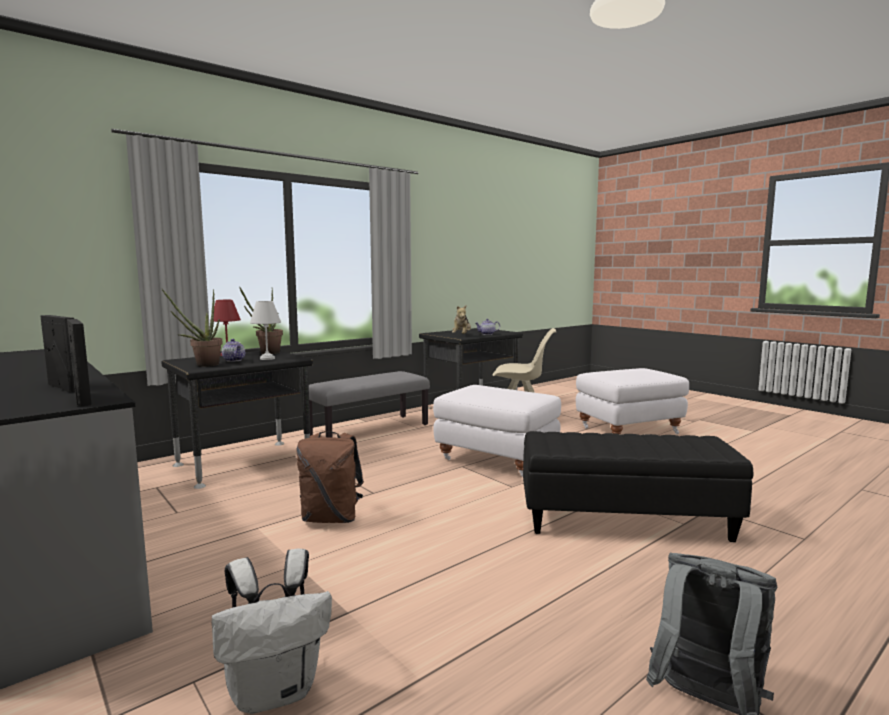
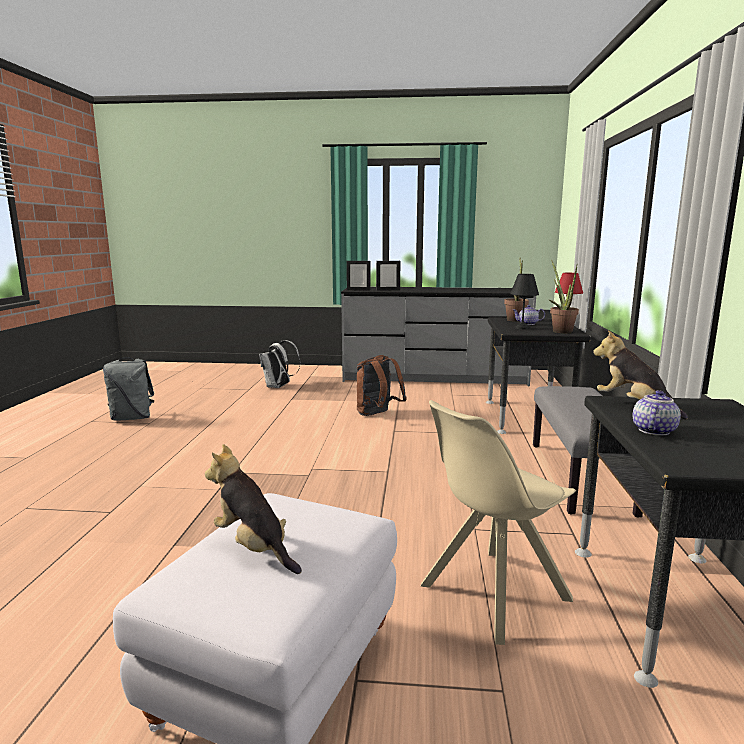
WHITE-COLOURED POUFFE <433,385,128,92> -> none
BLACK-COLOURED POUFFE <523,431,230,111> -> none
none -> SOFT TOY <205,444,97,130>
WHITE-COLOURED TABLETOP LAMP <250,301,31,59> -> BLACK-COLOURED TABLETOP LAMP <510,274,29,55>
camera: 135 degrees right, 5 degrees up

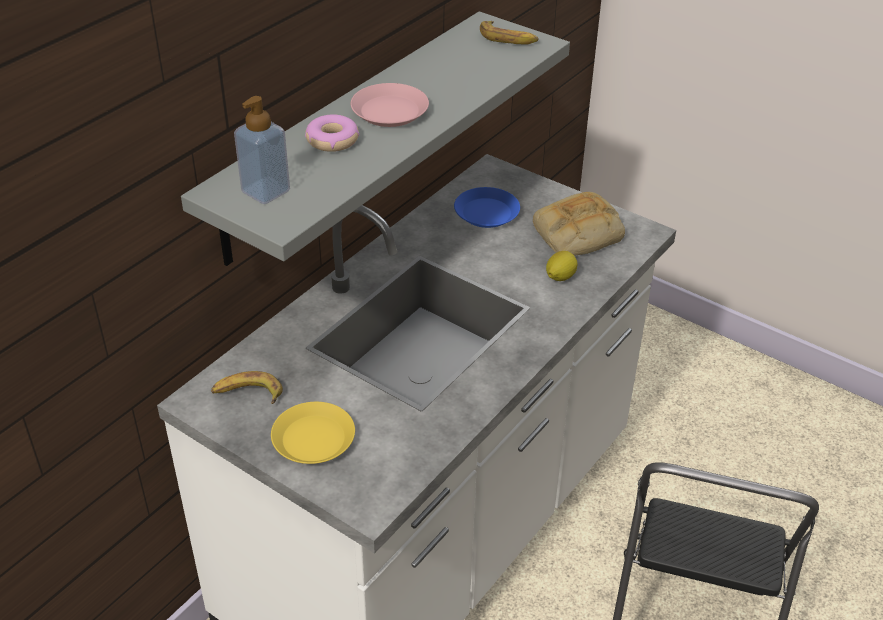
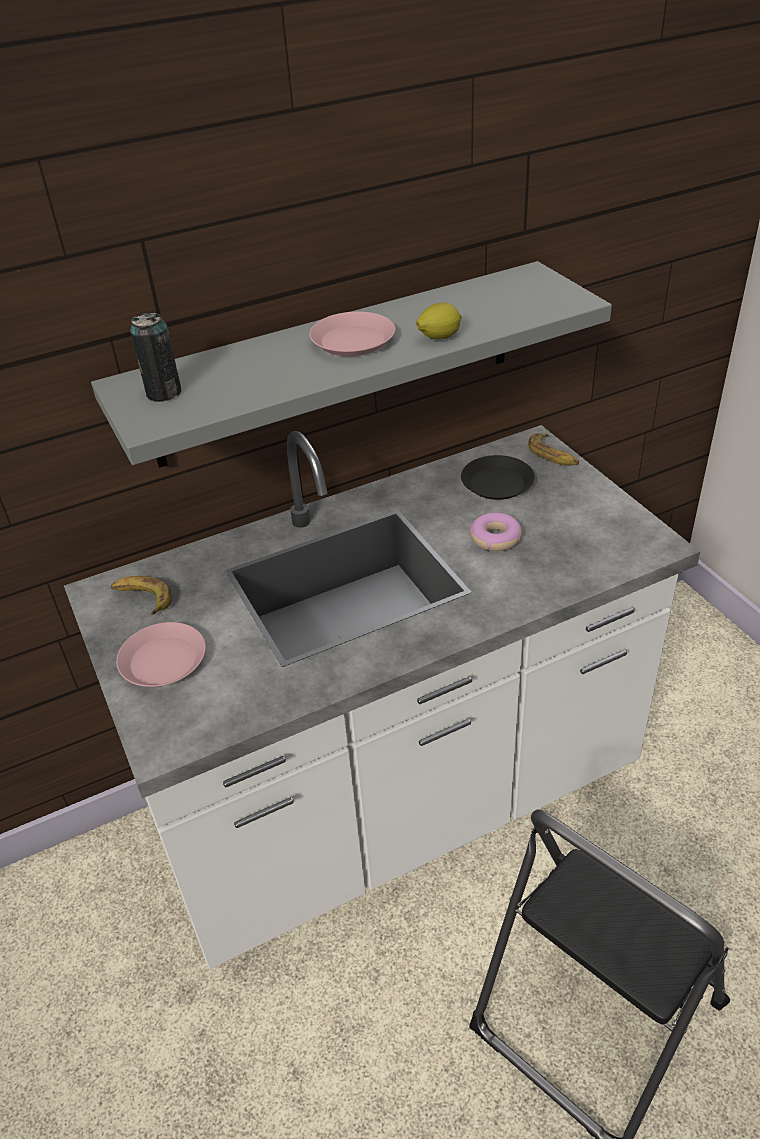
BAKED BREAD <533,192,92,64> -> none
DONUT <305,114,54,38> -> DONUT <470,513,52,38>, moved
WHOLE BANANA <480,21,59,24> -> WHOLE BANANA <528,433,51,33>, moved
LEMON <546,251,32,30> -> LEMON <416,303,46,36>, moved
SOAP DISPENSER <234,96,56,108> -> SEALED CAN <130,313,51,89>
YELLOW-COLOURED FLAT DISH <271,402,84,62> -> PINK-COLOURED FLAT DISH <116,622,90,65>
BLUE FLAT DISH <454,187,66,41> -> BLACK-COLOURED FLAT DISH <461,455,74,45>
camera: 30 degrees right, 0 degrees up

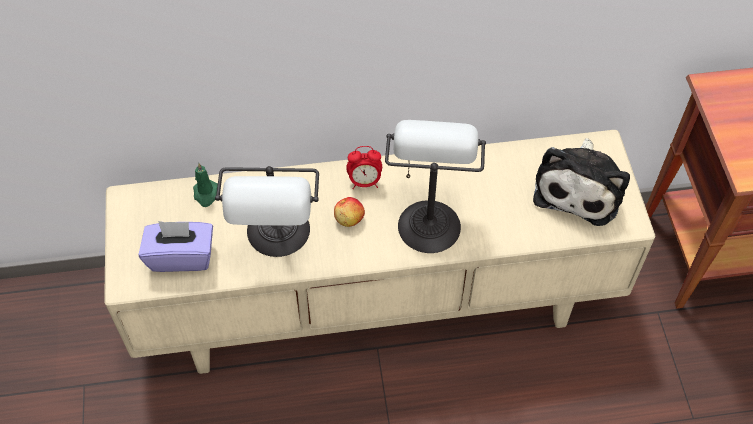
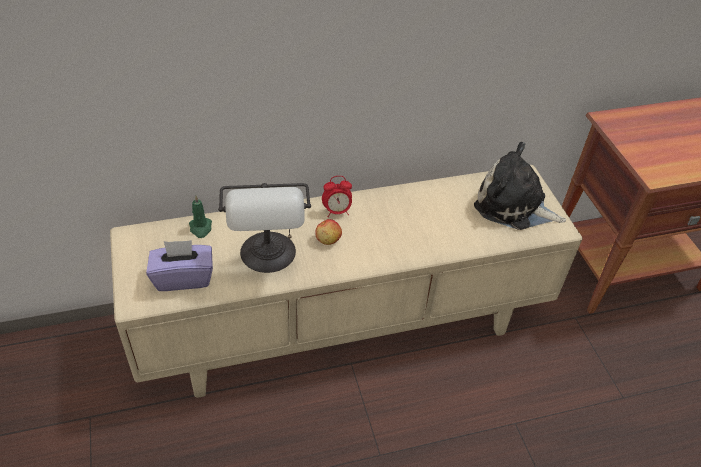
TABLETOP LAMP <385,120,101,133> -> none
SOFT TOY <533,138,97,88> -> SOFT TOY <474,142,92,88>, 105 degrees clockwise
camera: 10 degrees left, 10 degrees down

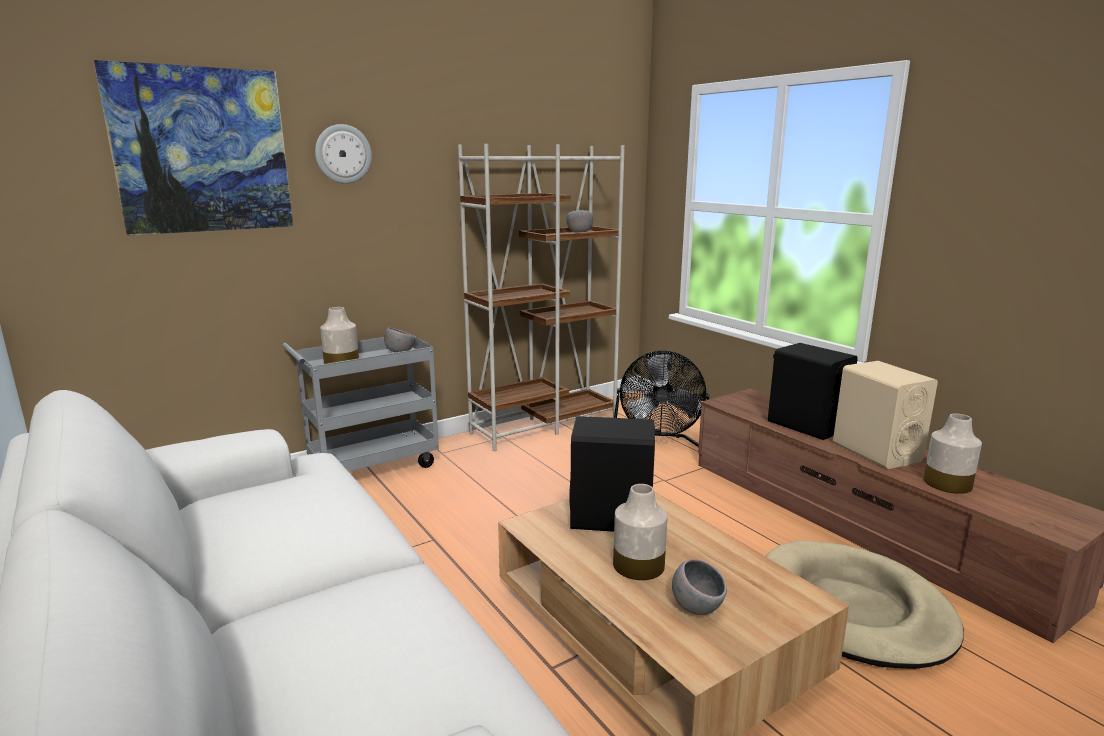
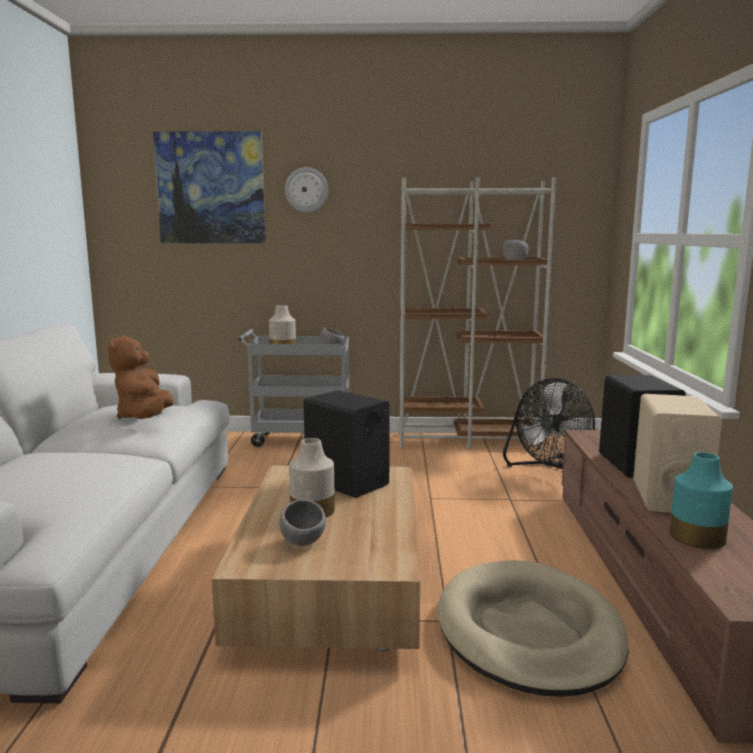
none -> BROWNISH SOFT TOY <107,335,67,84>
BEIGE FLOWER VASE <923,414,59,80> -> TURQUOISE FLOWER VASE <669,452,64,97>
camera: 35 degrees right, 5 degrees down

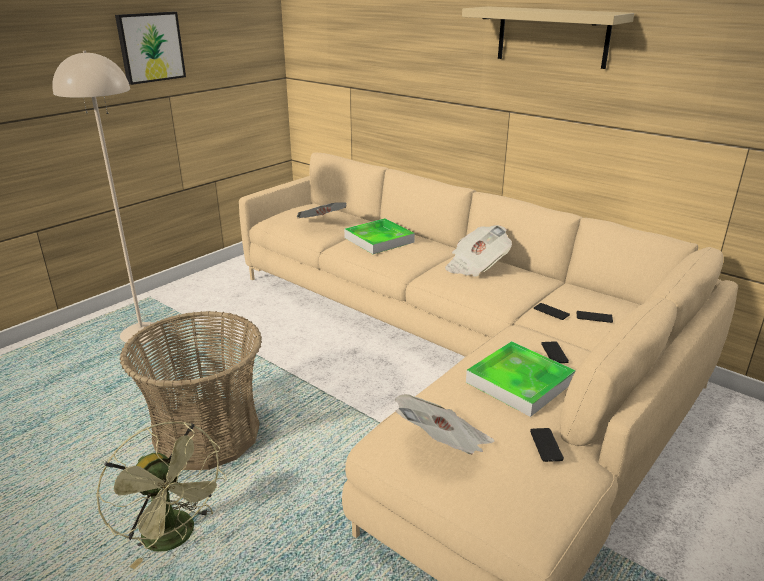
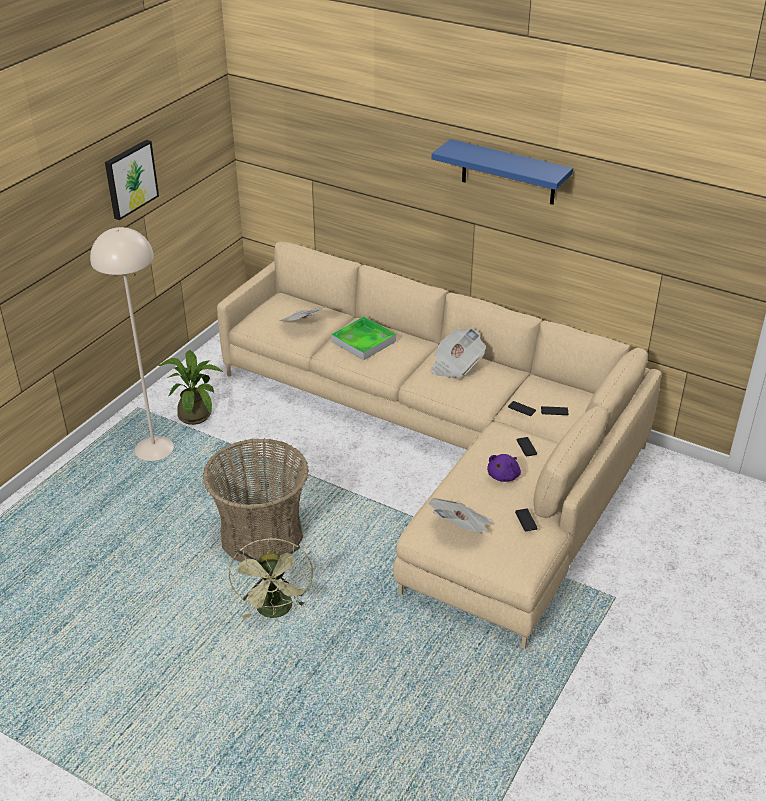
none -> POTTED PLANT <159,350,64,75>
SERVING TRAY <466,341,110,76> -> PURPLE SOFT TOY <487,454,34,28>
BEIGE BRACKET SHELF <462,6,172,63> -> BLUE BRACKET SHELF <432,139,141,66>
GREEN FAN <96,422,131,147> -> GREEN FAN <228,538,85,81>, 45 degrees clockwise
camera: 10 degrees left, 10 degrees up

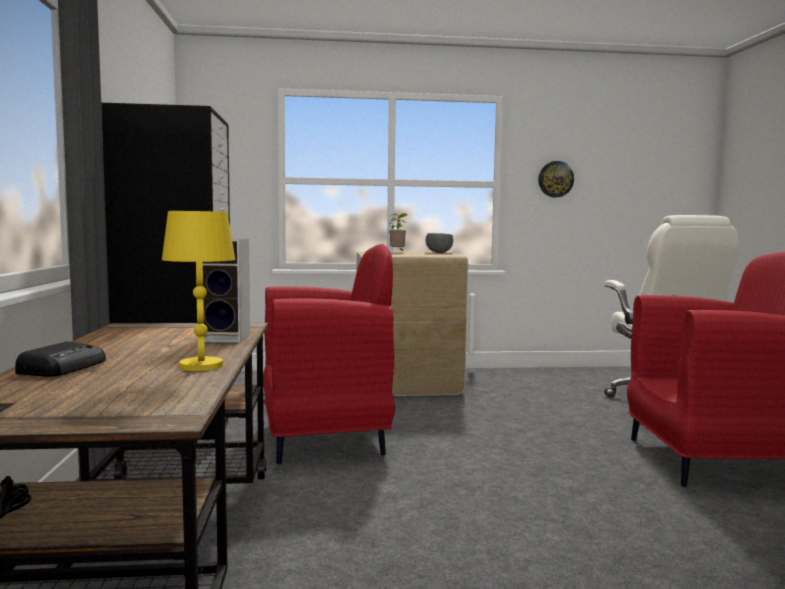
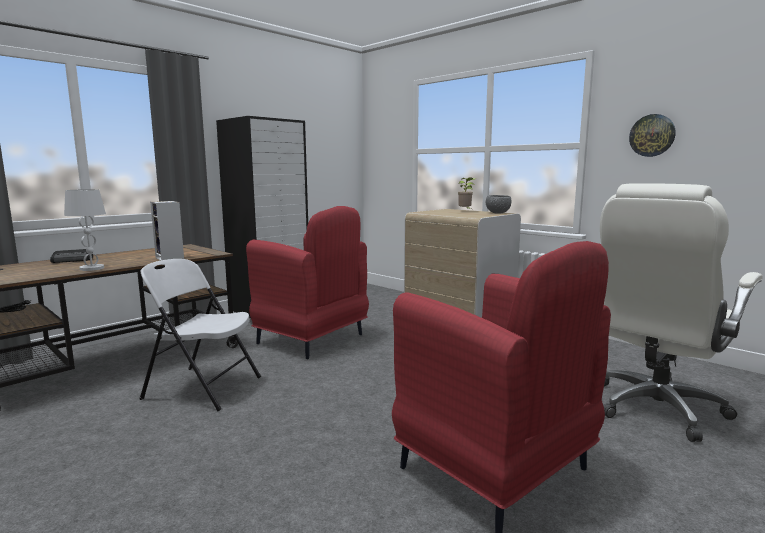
none -> WHITE-COLOURED PLAIN CHAIR <140,259,121,152>
YELLOW-COLOURED TABLETOP LAMP <162,211,73,160> -> WHITE-COLOURED TABLETOP LAMP <64,189,42,82>
camera: 50 degrees right, 5 degrees up

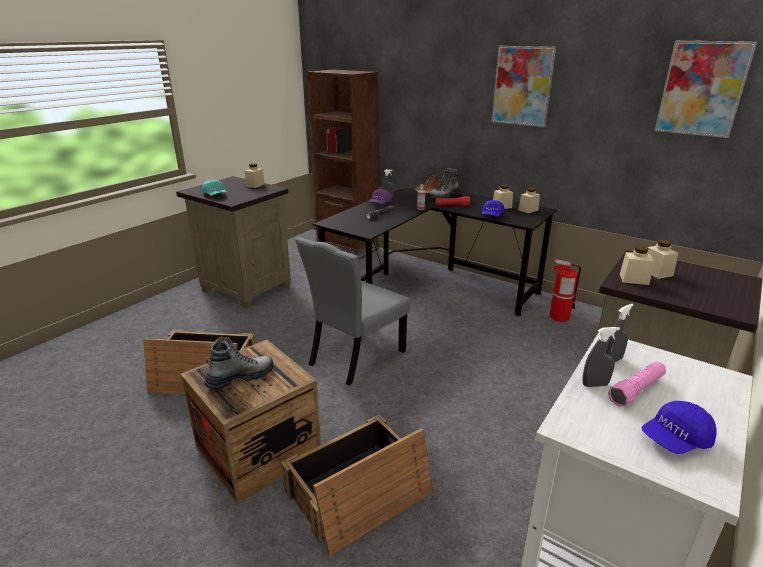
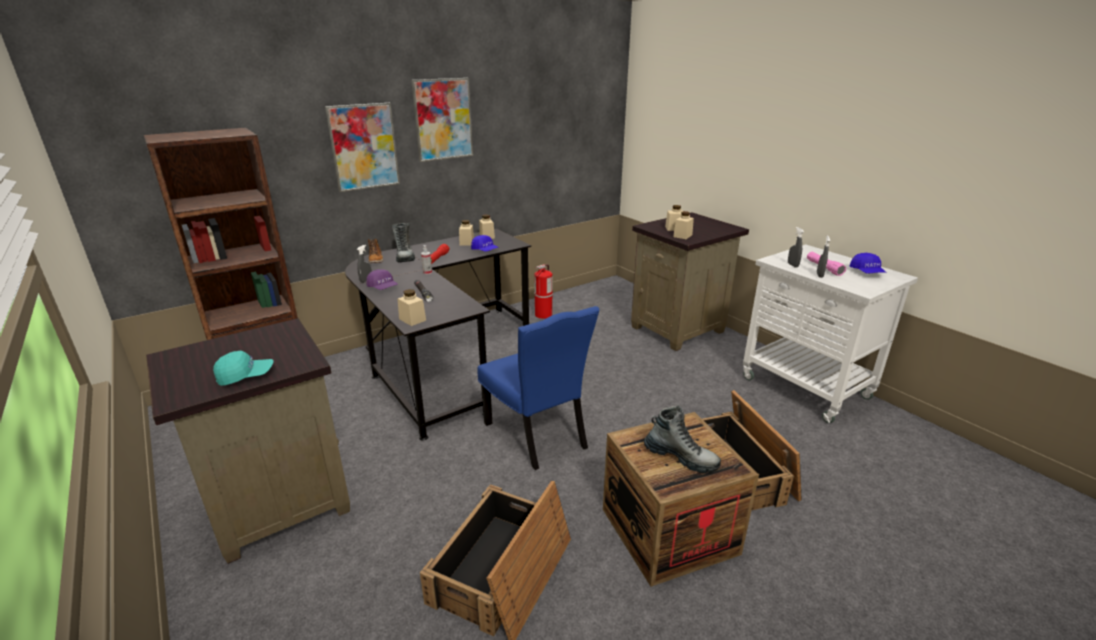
BEIGE STORAGE JAR <245,163,20,25> -> BEIGE STORAGE JAR <398,289,28,37>, moved
WALL PICTURE <654,41,103,97> -> WALL PICTURE <325,103,75,89>, moved
GRAY PLAIN CHAIR <295,237,115,148> -> BLUE PLAIN CHAIR <477,306,122,164>
HIGH-TOP BOOT <204,337,69,53> -> HIGH-TOP BOOT <644,405,77,68>, 135 degrees clockwise
camera: 70 degrees left, 0 degrees up

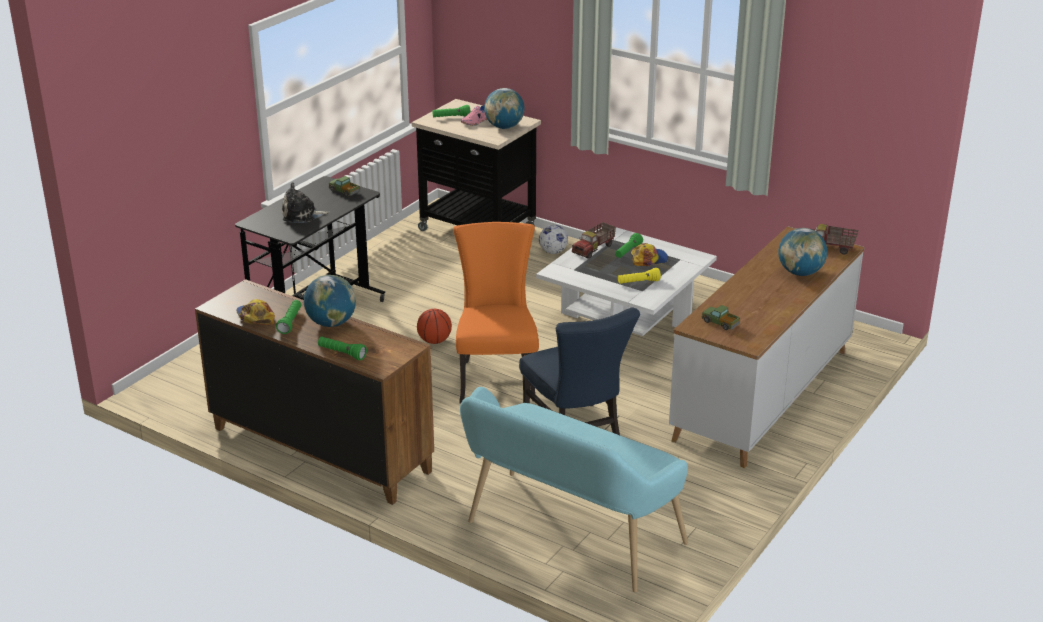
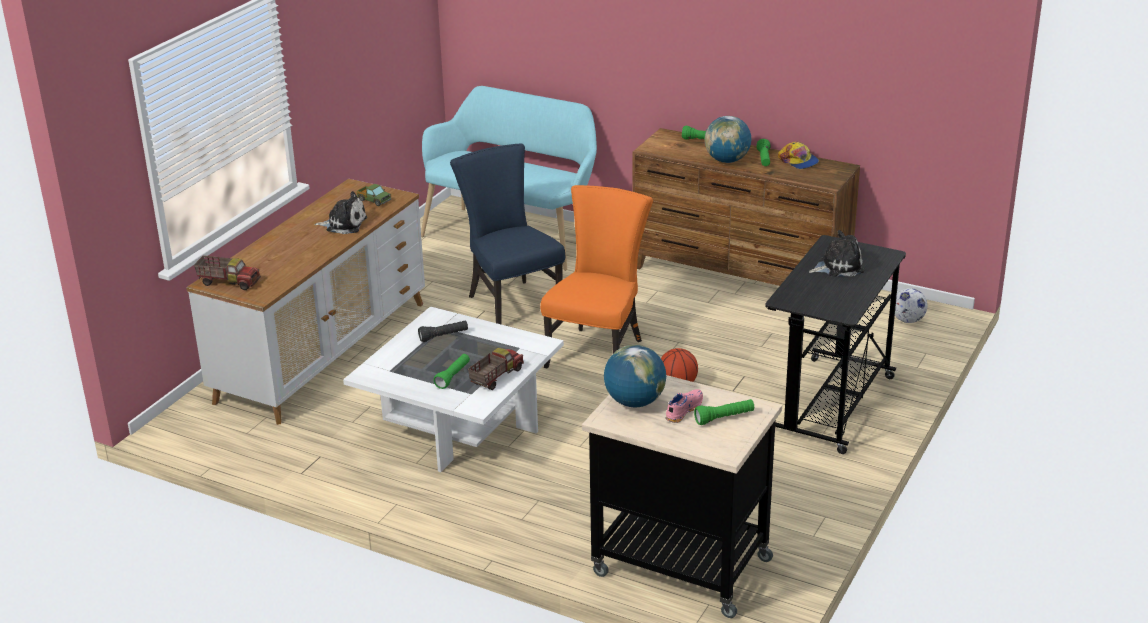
MODEL TRUCK <329,176,31,21> -> none
CAP <631,243,37,23> -> none
GLOBE <778,228,49,48> -> none
none -> SOFT TOY <314,191,53,43>
BALL FOR FOOTBALL <539,225,29,29> -> BALL FOR FOOTBALL <895,288,33,35>, moved
YELLOW-COLOURED TORCH <618,268,43,16> -> BLACK-COLOURED TORCH <418,321,50,21>
ORANGE-COLOURED PLAIN CHAIR <453,222,86,181> -> ORANGE-COLOURED PLAIN CHAIR <540,185,113,183>, 150 degrees counterclockwise
camera: 175 degrees right, 0 degrees up

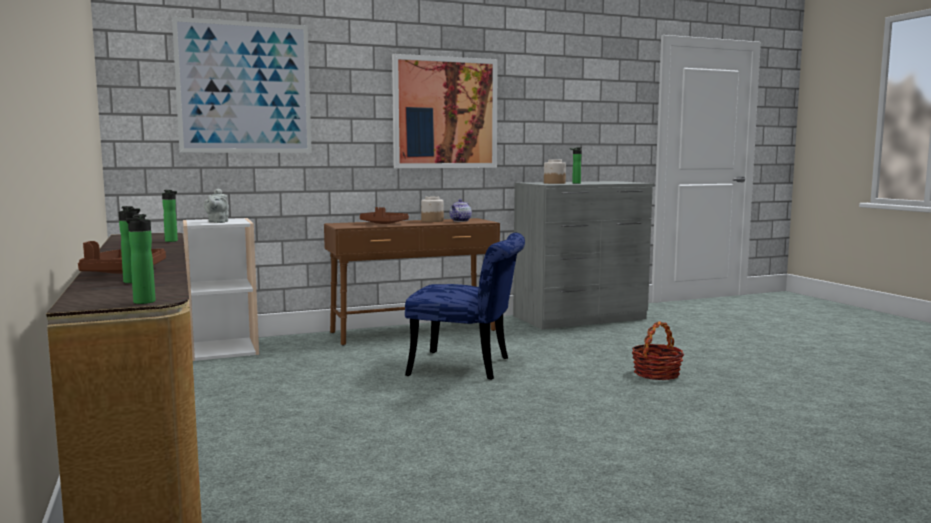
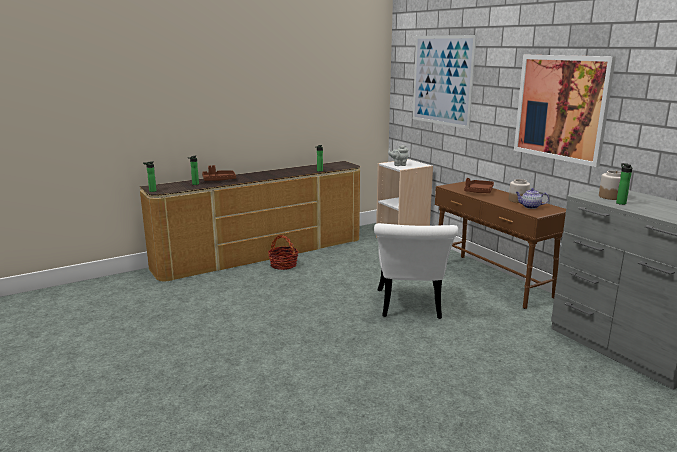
HOUSEHOLD BASKET <632,321,52,59> -> HOUSEHOLD BASKET <268,235,31,35>, moved
BLUE PLAIN CHAIR <405,233,120,147> -> WHITE-COLOURED PLAIN CHAIR <374,223,84,96>
camera: 80 degrees right, 10 degrees up

